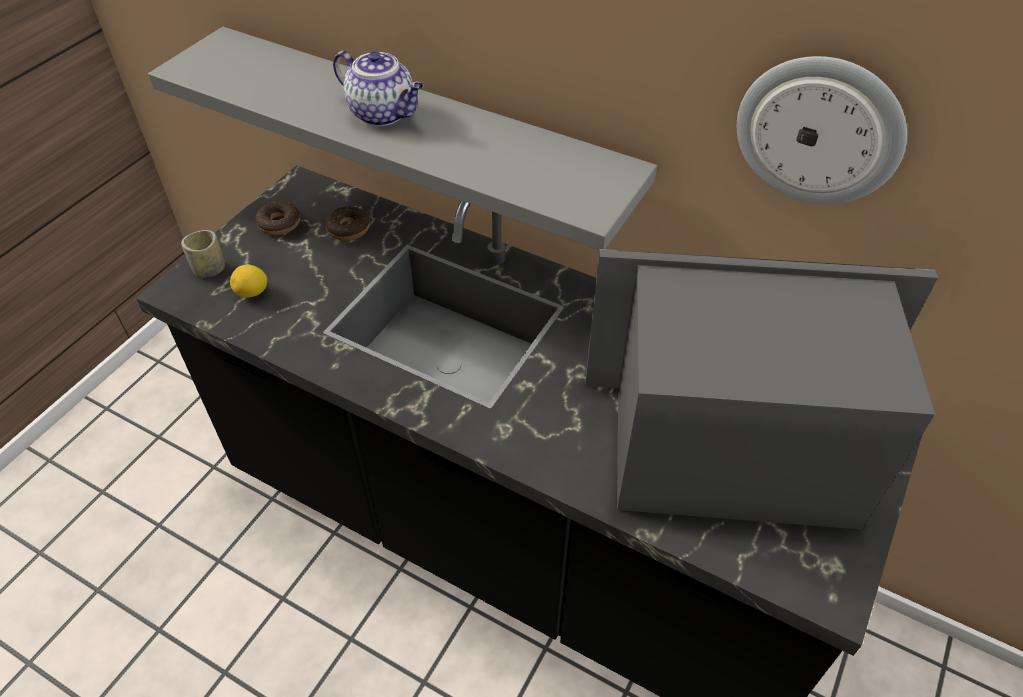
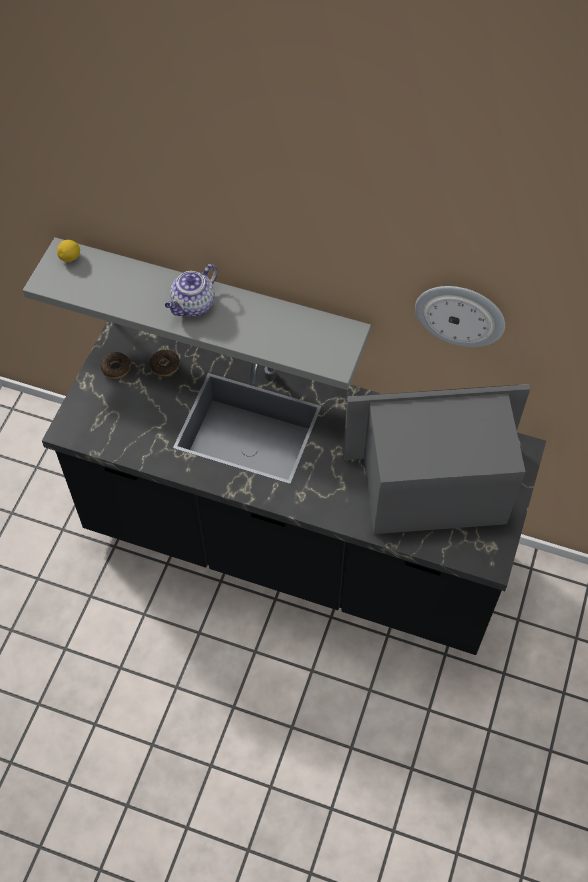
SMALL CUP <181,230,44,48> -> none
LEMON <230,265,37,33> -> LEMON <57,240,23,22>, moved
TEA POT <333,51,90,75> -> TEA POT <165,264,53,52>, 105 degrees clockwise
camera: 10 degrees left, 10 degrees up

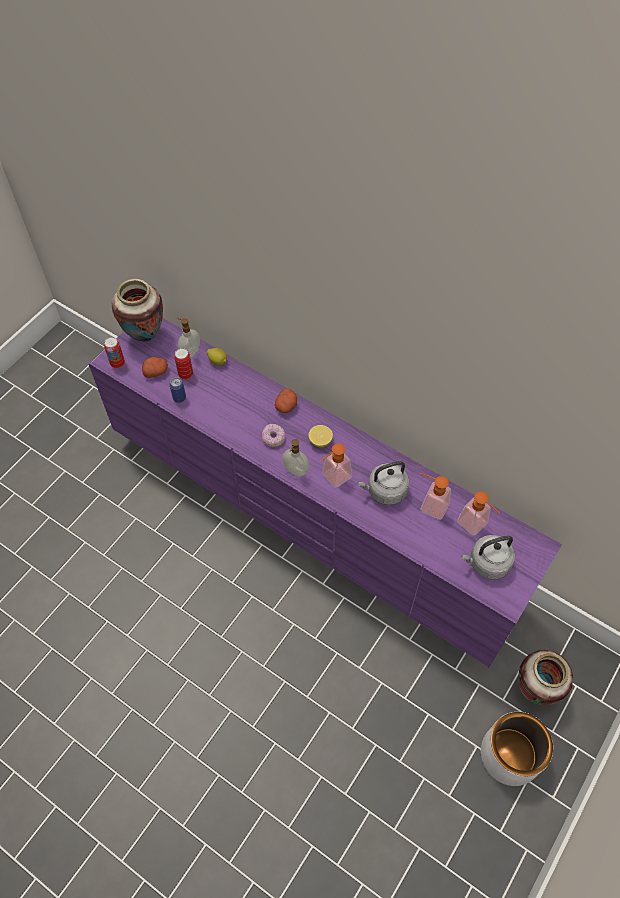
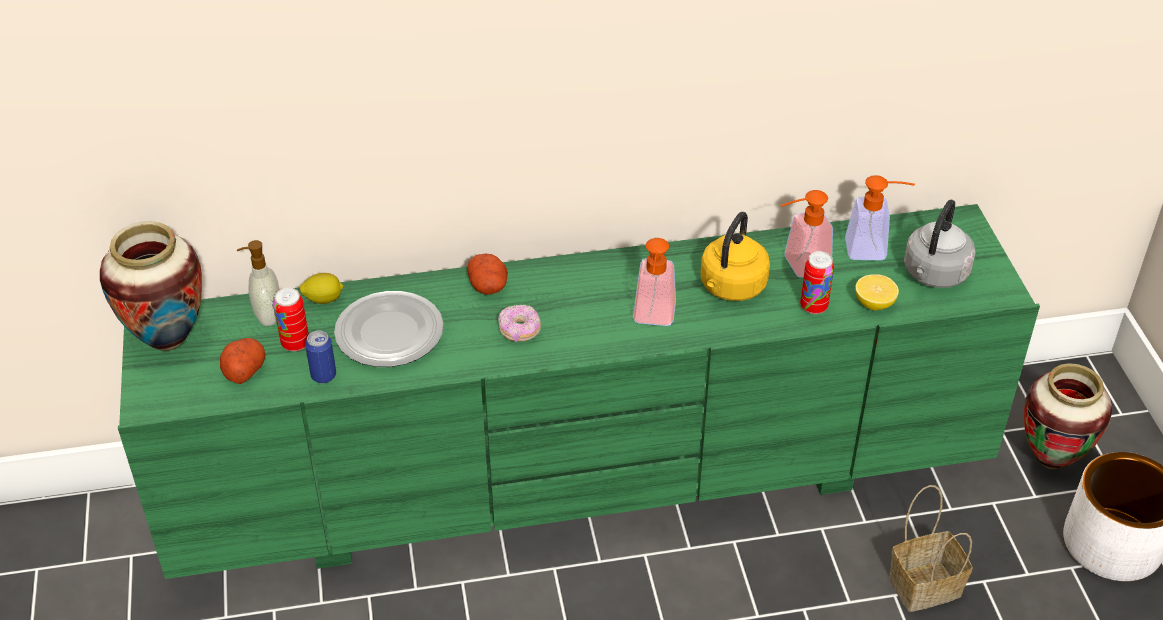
SOAP DISPENSER <282,439,28,37> -> none
none -> FLAT DISH <334,291,110,76>
none -> HOUSEHOLD BASKET <889,485,84,127>
SEALED CAN <104,337,21,31> -> SEALED CAN <800,251,34,63>, moved
LEMON <309,425,24,22> -> LEMON <855,274,44,37>, moved
PURPLE CUPBOARD <88,318,474,349> -> GREEN CUPBOARD <118,204,922,375>
GRAY KETTLE <358,461,51,44> -> YELLOW-COLOURED KETTLE <700,212,70,89>
camera: 45 degrees left, 15 degrees down

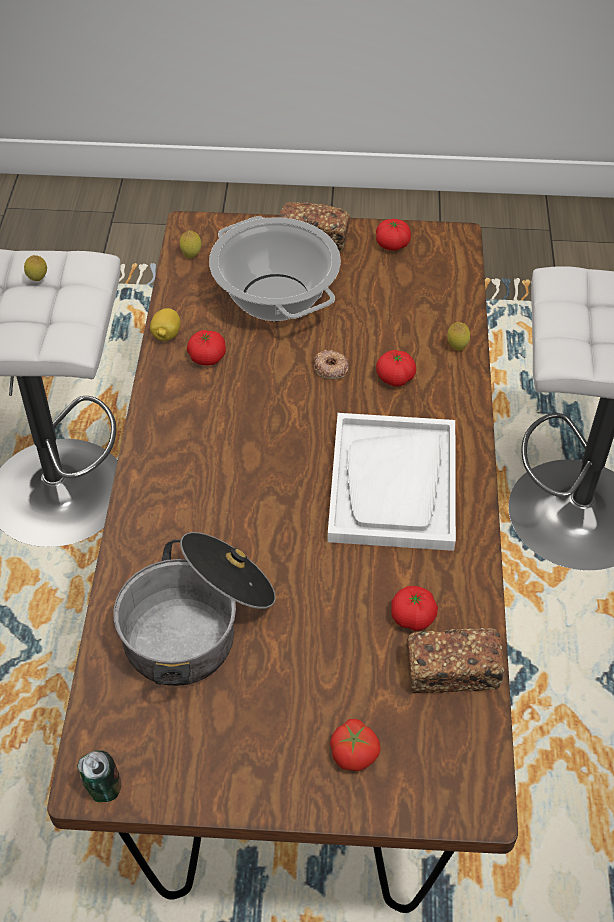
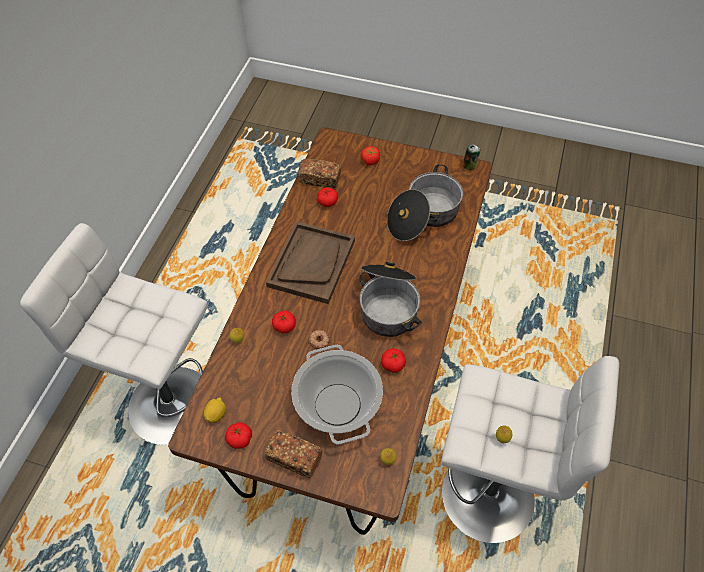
none -> STOCKPOT <359,261,63,76>
LEMON <150,308,31,33> -> LEMON <204,397,22,26>, moved
WHITE-COLOURED SERVING TRAY <327,413,129,138> -> BROWNISH SERVING TRAY <266,221,89,83>
camera: 165 degrees left, 5 degrees up

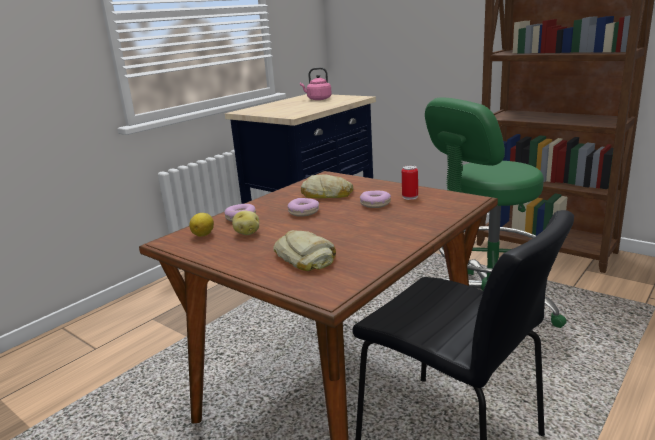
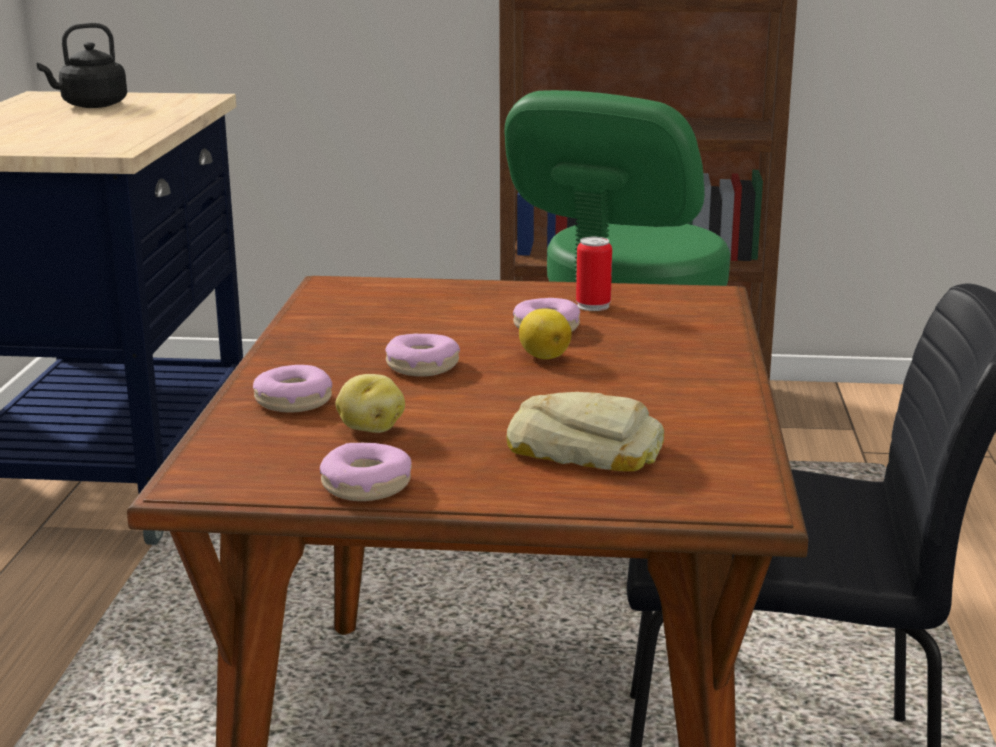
BAKED BREAD <301,174,52,24> -> none
none -> DONUT <320,443,92,58>
LEMON <189,213,25,24> -> LEMON <519,308,53,51>, moved
PINK-COLOURED KETTLE <300,67,32,33> -> BLACK-COLOURED KETTLE <37,23,90,85>
camera: 35 degrees left, 0 degrees up

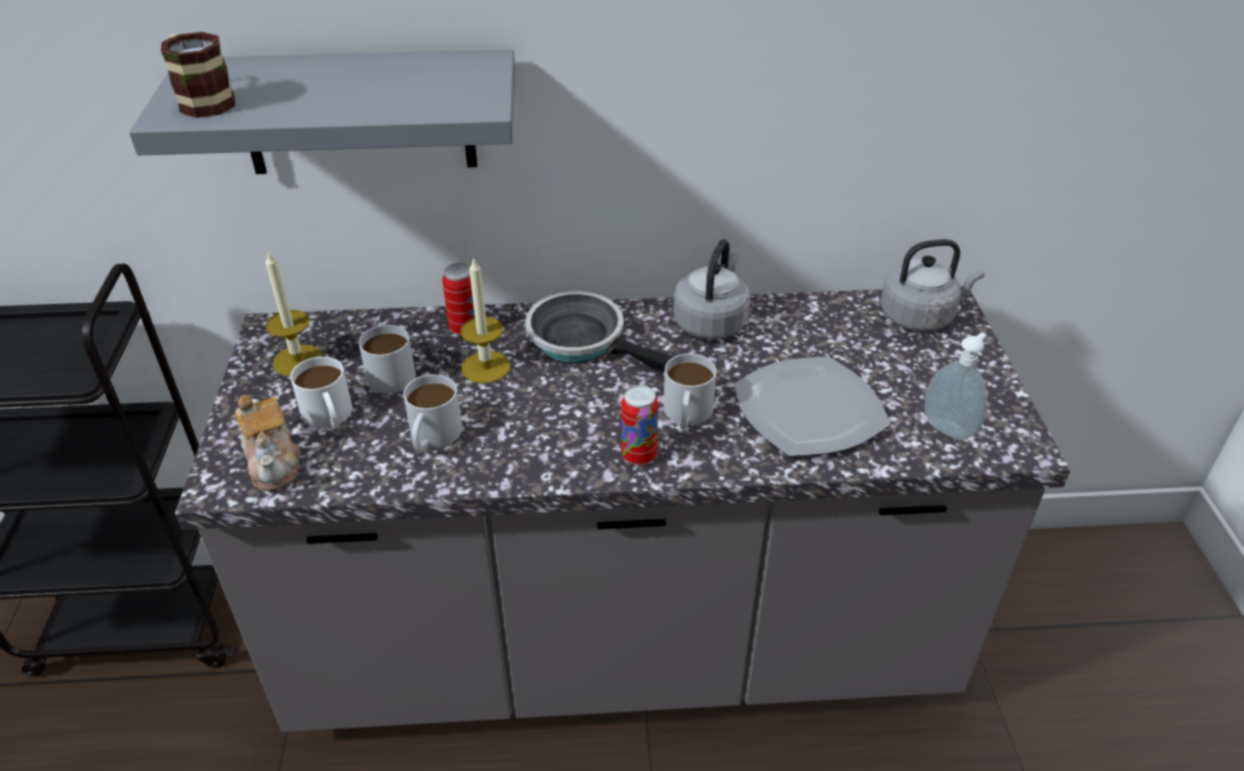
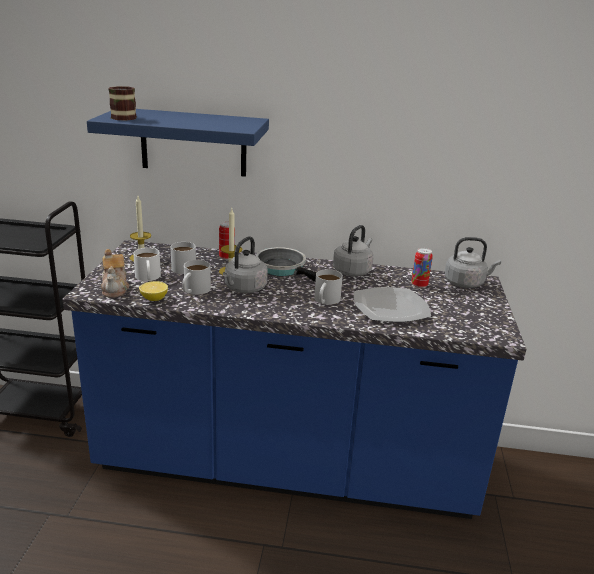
SOAP DISPENSER <925,333,62,107> -> none
none -> LEMON <139,281,29,20>
none -> GRAY KETTLE <223,237,45,56>
SEALED CAN <621,385,37,80> -> SEALED CAN <412,248,21,40>, moved
GRAY BRACKET SHELF <129,49,386,125> -> BLUE BRACKET SHELF <87,109,182,68>
GRAY KITCHEN BASE UNIT <175,286,895,446> -> BLUE KITCHEN BASE UNIT <63,240,463,279>
camera: 10 degrees right, 15 degrees down

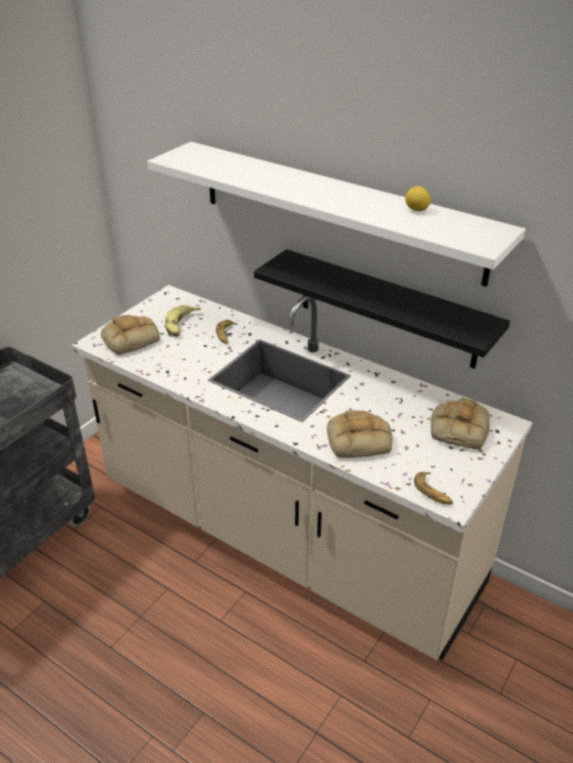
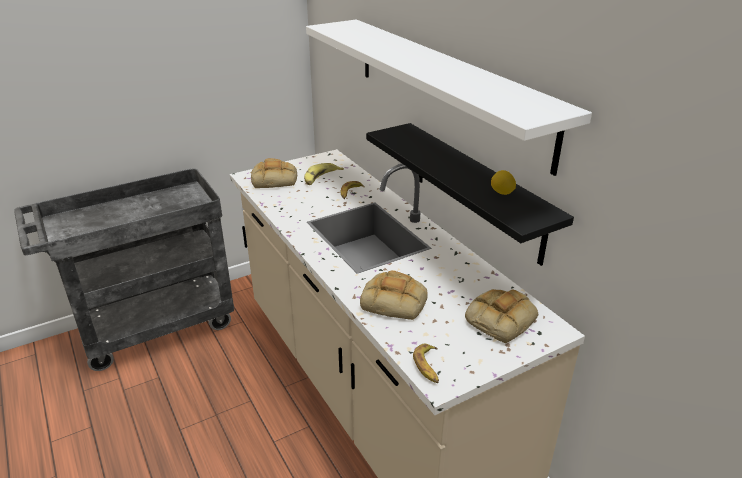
LEMON <405,186,26,25> -> LEMON <491,170,25,25>, moved
camera: 25 degrees right, 5 degrees down

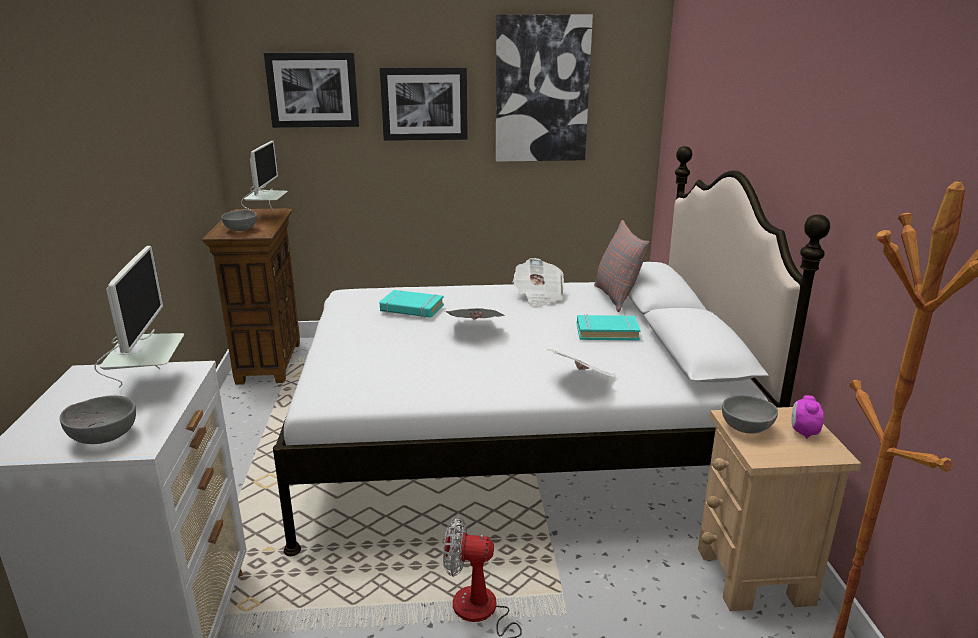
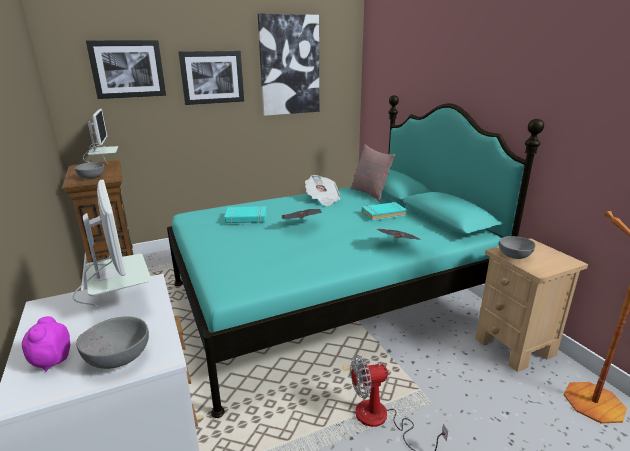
ALARM CLOCK <792,395,32,44> -> ALARM CLOCK <22,316,48,56>, moved
WHITE-COLOURED BEDROOM BED <273,146,557,410> -> TURQUOISE BEDROOM BED <167,95,377,323>
camera: 20 degrees left, 0 degrees up

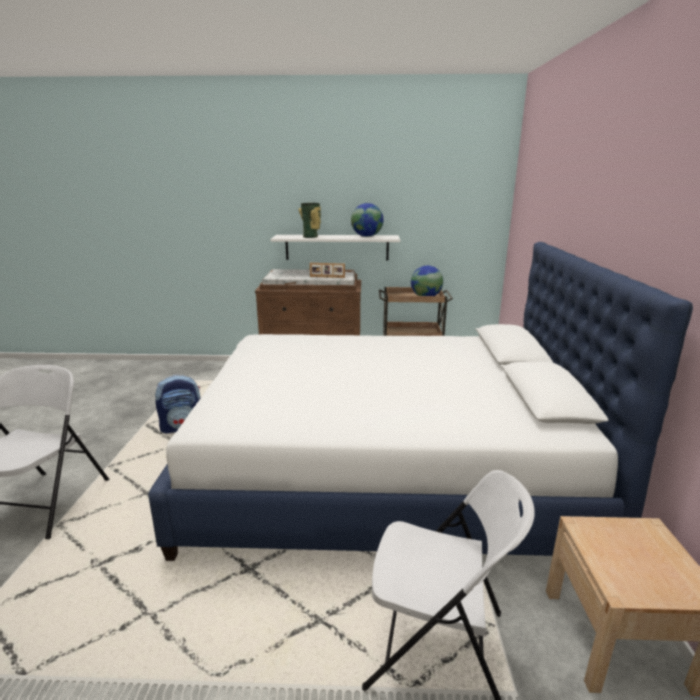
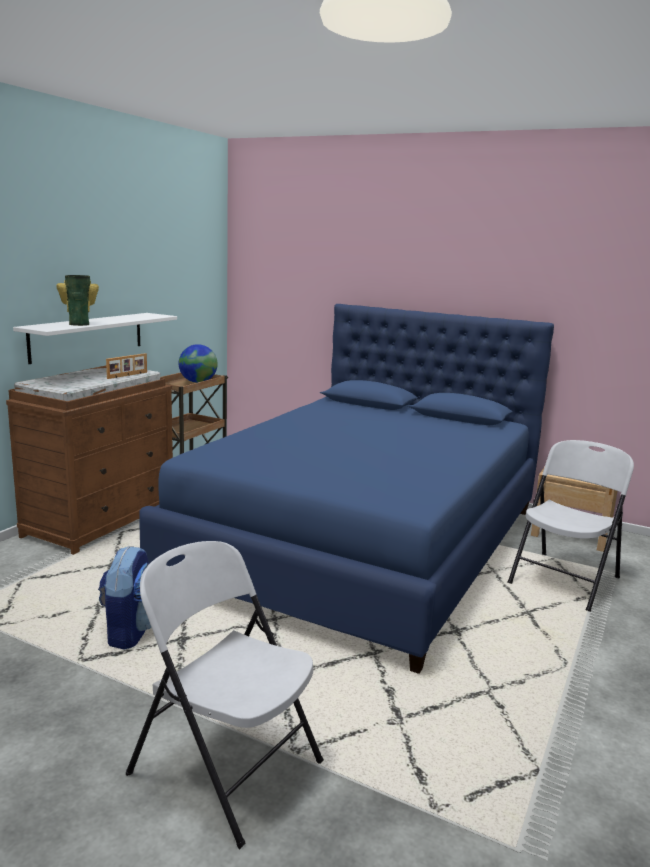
GLOBE <351,203,32,34> -> none
WHITE-COLOURED BEDROOM BED <148,242,545,319> -> BLUE BEDROOM BED <139,304,415,370>
camera: 65 degrees left, 5 degrees down

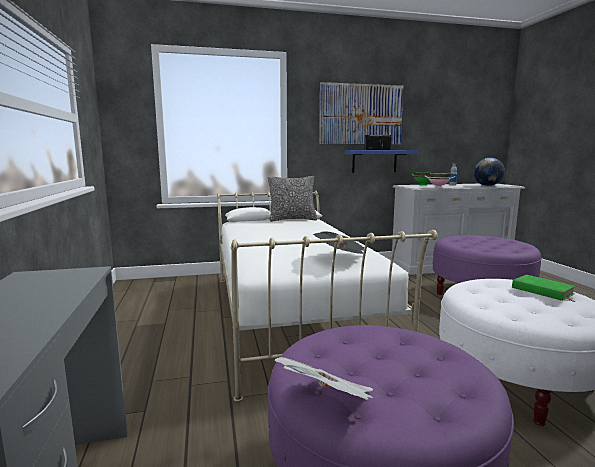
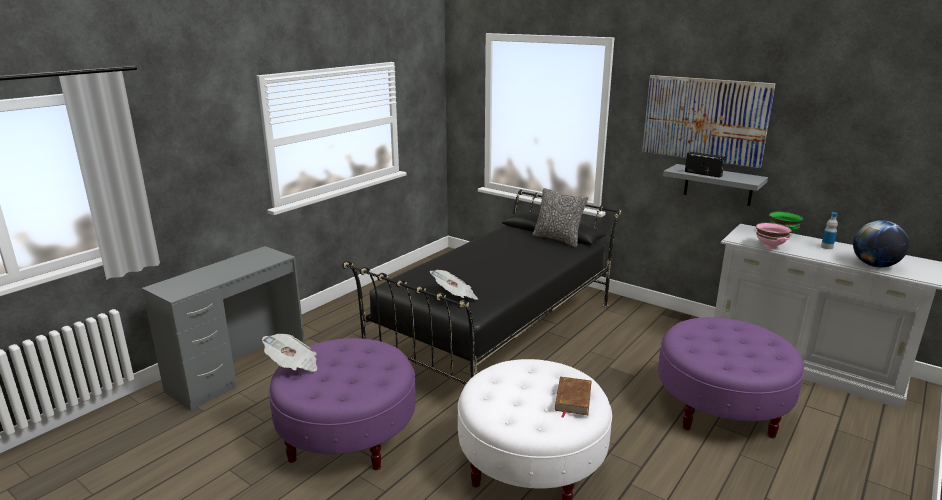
WHITE-COLOURED BEDROOM BED <217,191,221,211> -> BLACK-COLOURED BEDROOM BED <342,190,280,195>
BLUE BRACKET SHELF <345,150,72,23> -> GRAY BRACKET SHELF <663,164,105,42>
GREEN BOUND BOOK <512,275,64,27> -> BROWNISH BOUND BOOK <555,377,37,41>
camera: 50 degrees right, 10 degrees up

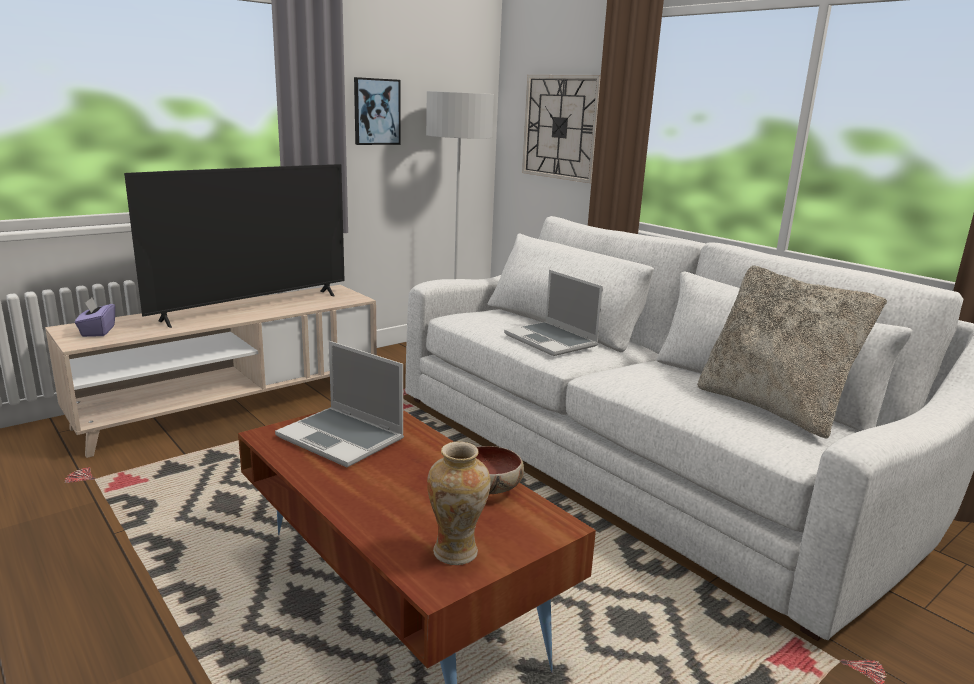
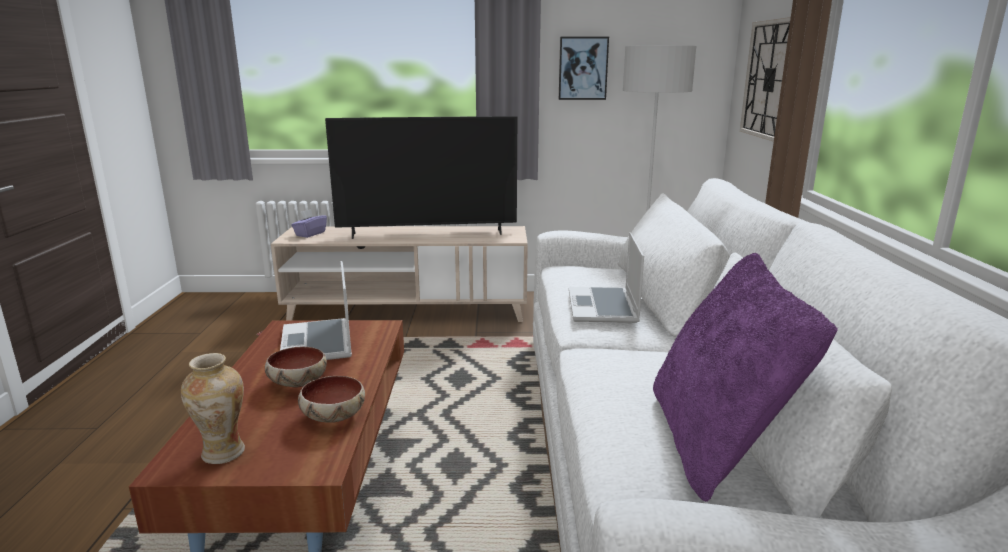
none -> DEEP DISH <265,347,62,41>
BEIGE PILLOW <697,265,190,174> -> PURPLE PILLOW <653,253,186,249>
camera: 40 degrees right, 0 degrees up

